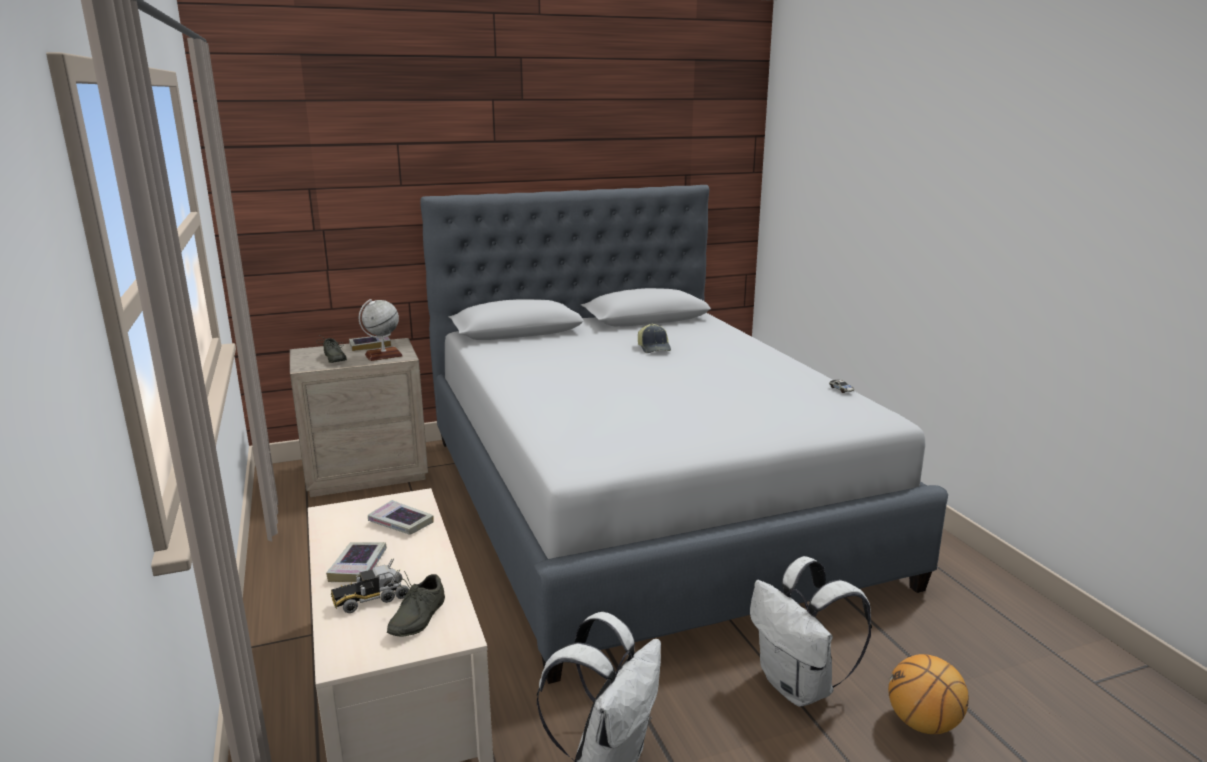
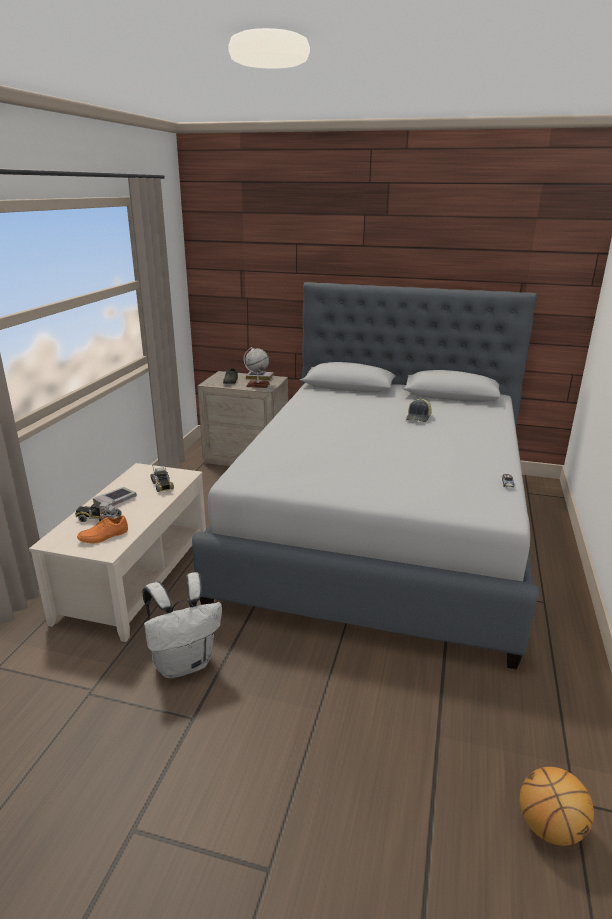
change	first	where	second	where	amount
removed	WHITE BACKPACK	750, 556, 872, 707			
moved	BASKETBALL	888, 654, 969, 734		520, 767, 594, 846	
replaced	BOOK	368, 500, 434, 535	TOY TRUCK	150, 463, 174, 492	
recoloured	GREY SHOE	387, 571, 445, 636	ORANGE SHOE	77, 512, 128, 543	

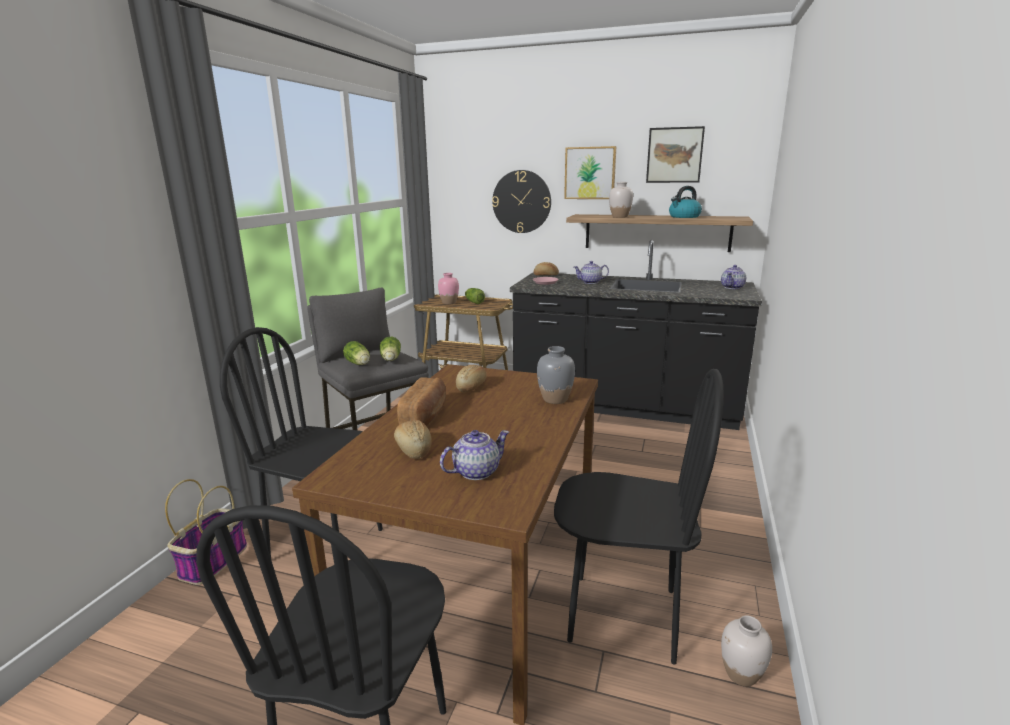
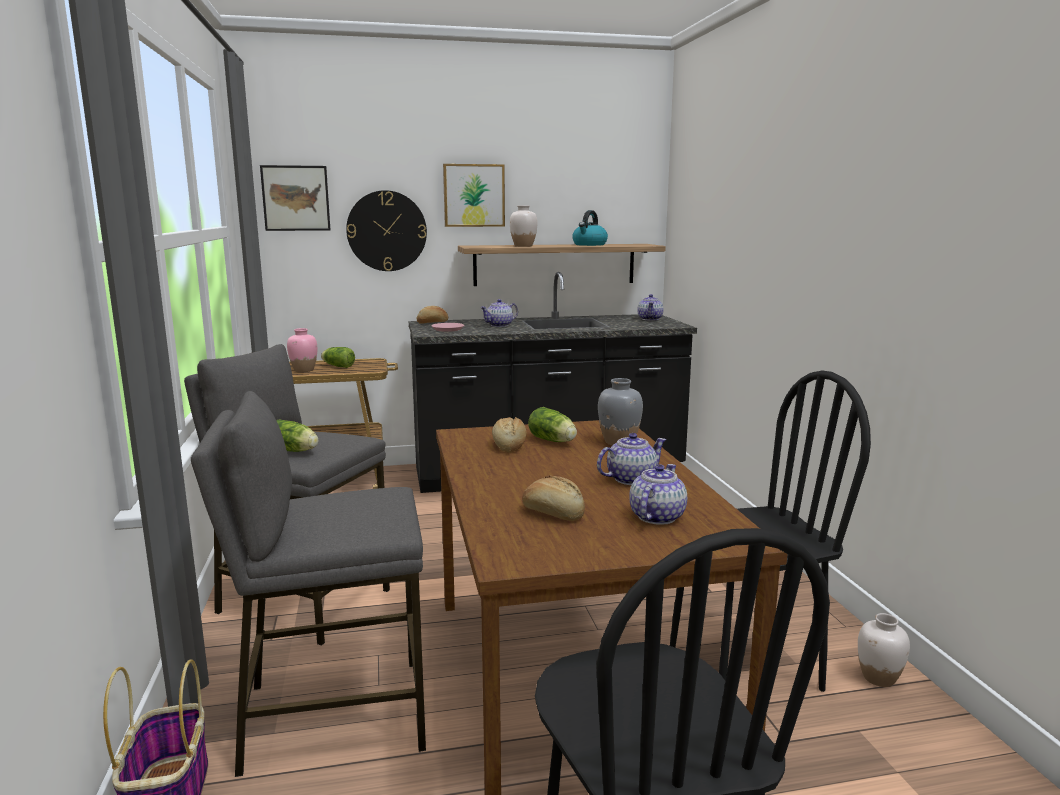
change	first	where	second	where	amount
removed	BREAD	397, 377, 446, 426			
added			TEAPOT	597, 433, 666, 485	
moved	LETTUCE	379, 337, 401, 361		528, 407, 577, 442	
moved	PICTURE	646, 126, 705, 183		260, 165, 330, 231	
replaced	BLACK CHAIR	220, 327, 383, 557	GREY STOOL	191, 391, 426, 777	

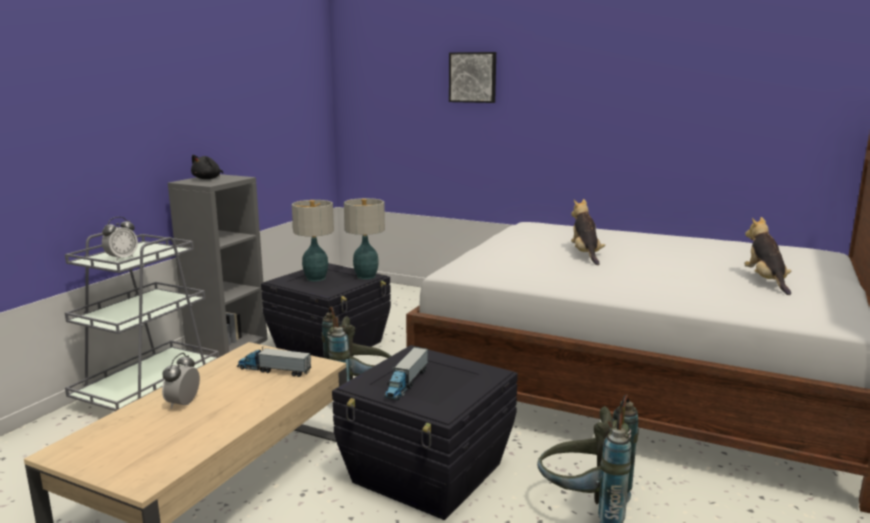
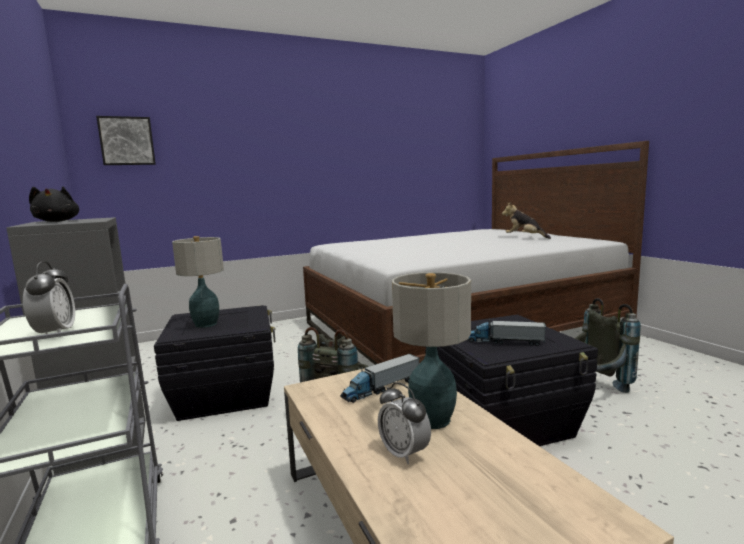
change	first	where	second	where	amount
removed	PLUSH TOY	571, 199, 605, 265			
moved	TABLE LAMP	344, 198, 385, 280		392, 272, 471, 429	
moved	PICTURE	449, 52, 496, 103		96, 116, 156, 165	
turned	TOY TRUCK	384, 347, 428, 400		468, 319, 546, 346	135 degrees clockwise

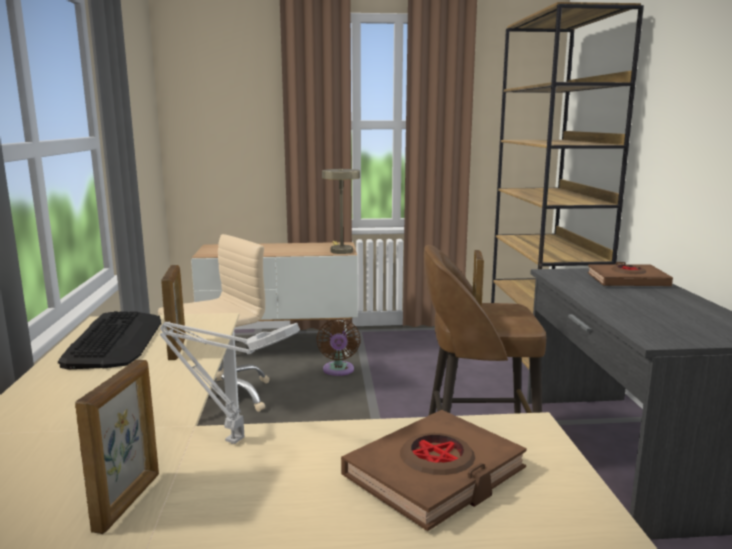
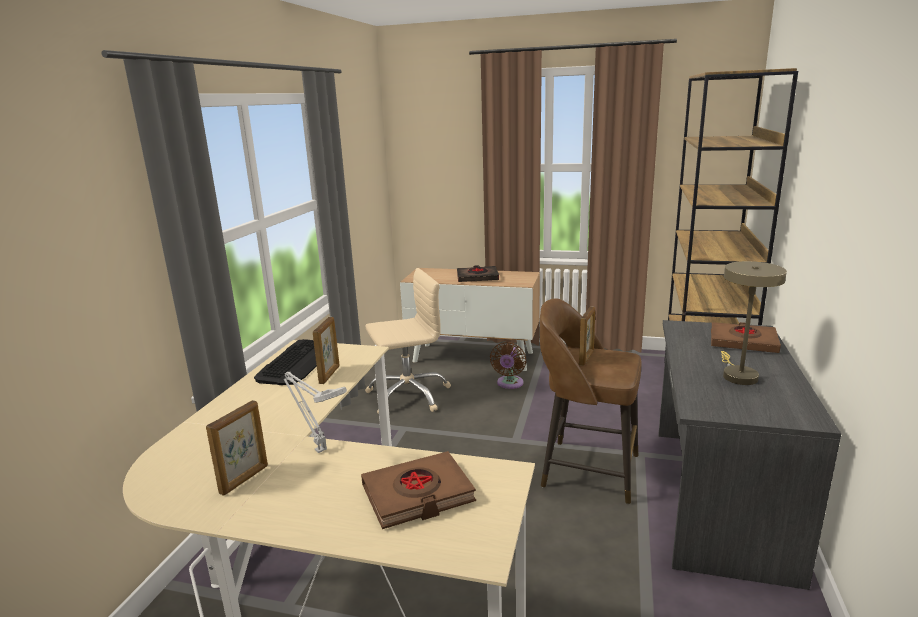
change	first	where	second	where	amount
added			BLACK BOOK	457, 265, 499, 282	
moved	BEIGE TABLE LAMP	322, 169, 360, 254		721, 261, 787, 385	

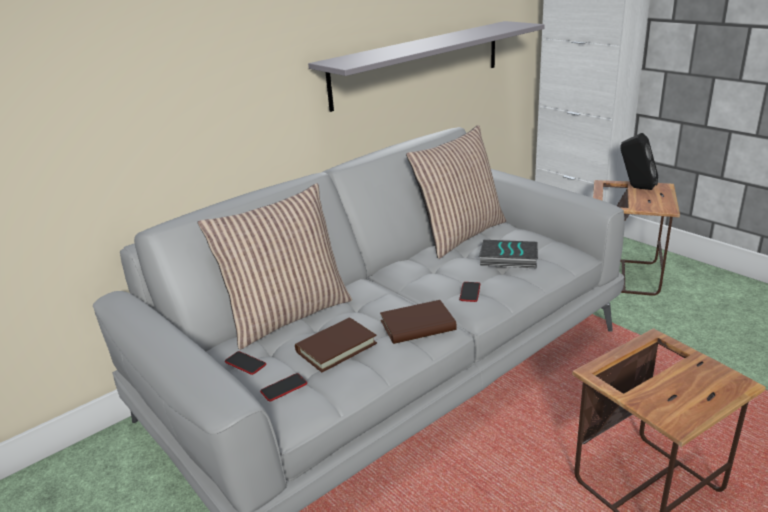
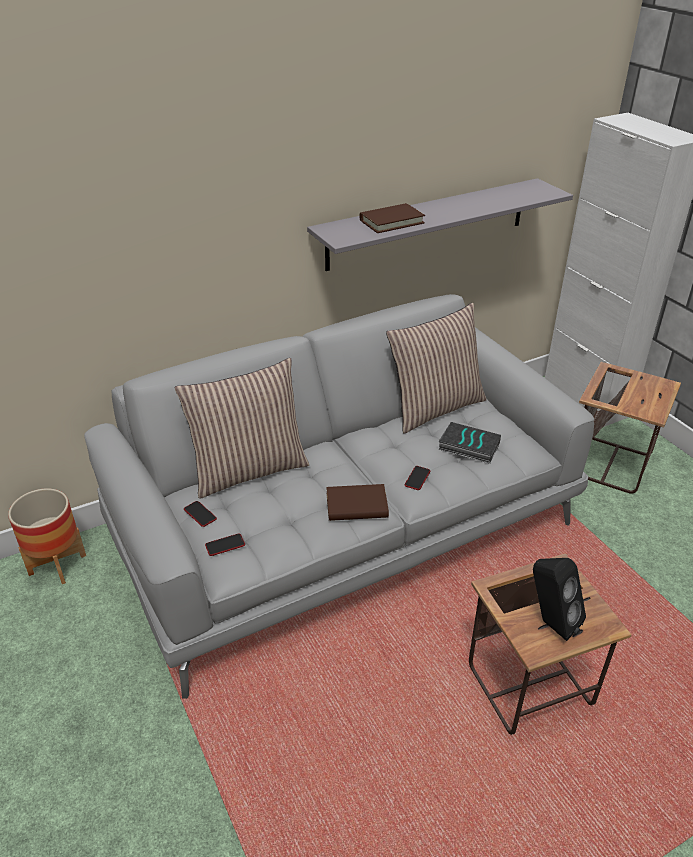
change	first	where	second	where	amount
added			PLANTER	8, 488, 86, 584	
moved	BROWN BOOK	295, 317, 377, 372		359, 203, 425, 233	
moved	BLACK SPEAKER	620, 133, 658, 190		533, 558, 586, 641	

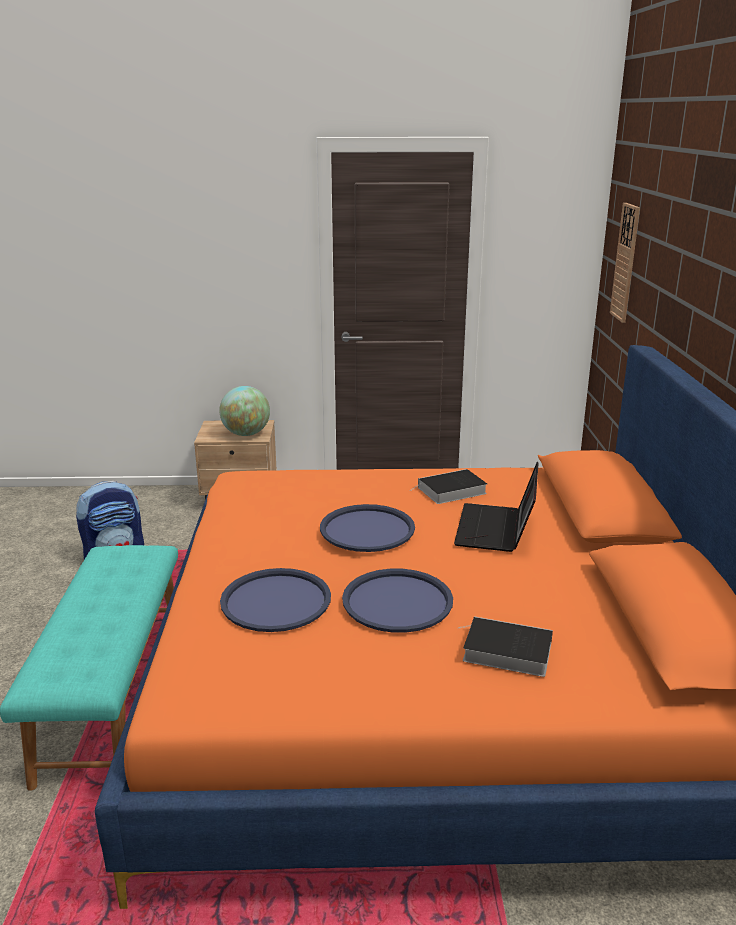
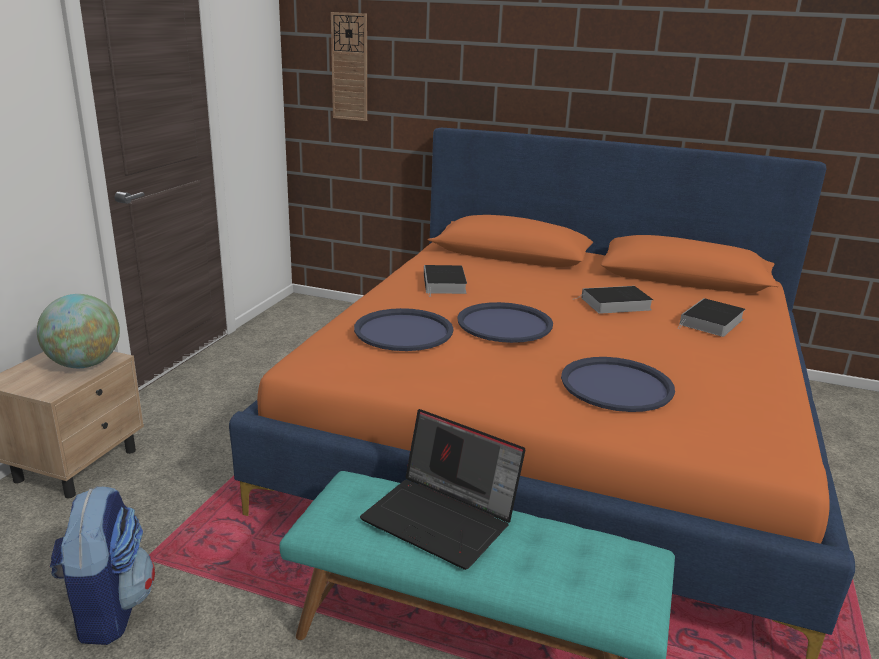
change	first	where	second	where	amount
added			BOOK	572, 286, 653, 314	
moved	BLUE TRAY	342, 569, 453, 633		354, 308, 454, 351	
moved	LAPTOP	454, 462, 539, 552		360, 409, 525, 570	

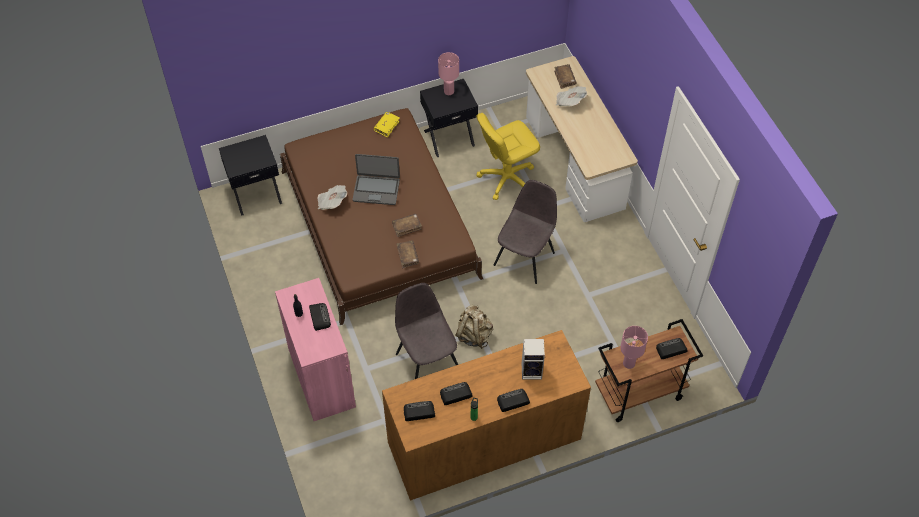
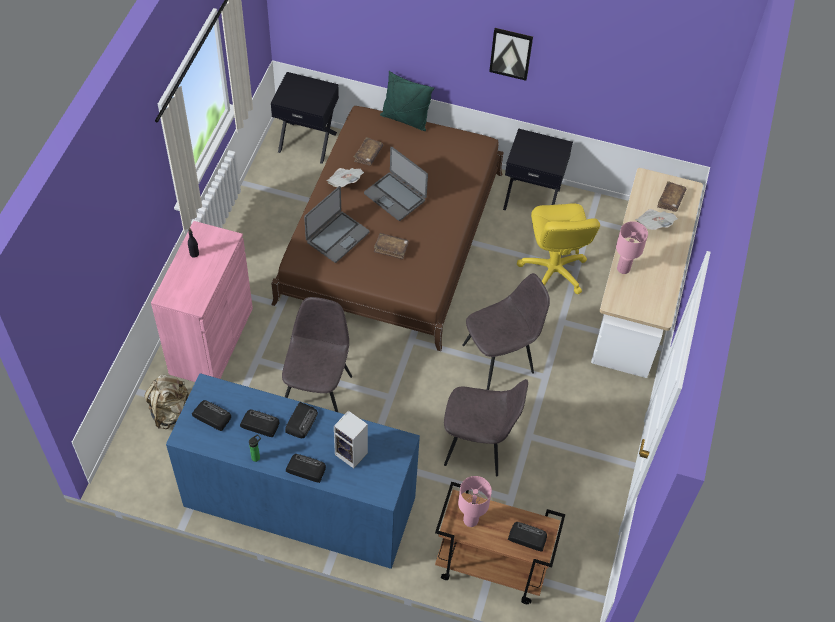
change	first	where	second	where	amount
removed	YELLOW BOOK	374, 112, 400, 138			
added			LAPTOP	304, 186, 370, 263	
added			GREEN PILLOW	380, 71, 434, 131	
added			GREY CHAIR	444, 379, 528, 476	
added			PICTURE	489, 28, 533, 81	
moved	RADIO	309, 303, 331, 331		285, 402, 318, 438	
moved	BROWN BOOK	397, 240, 419, 268		354, 137, 383, 166	
moved	PINK TABLE LAMP	438, 52, 459, 95		616, 221, 648, 274	
moved	BEIGE BACKPACK	455, 305, 493, 349		144, 375, 189, 429	
recoloured	BROWN DRESSER	382, 330, 591, 500	BLUE DRESSER	166, 373, 420, 569	
turned	YELLOW OFFICE CHAIR	476, 113, 540, 200		517, 203, 600, 294	105 degrees counterclockwise

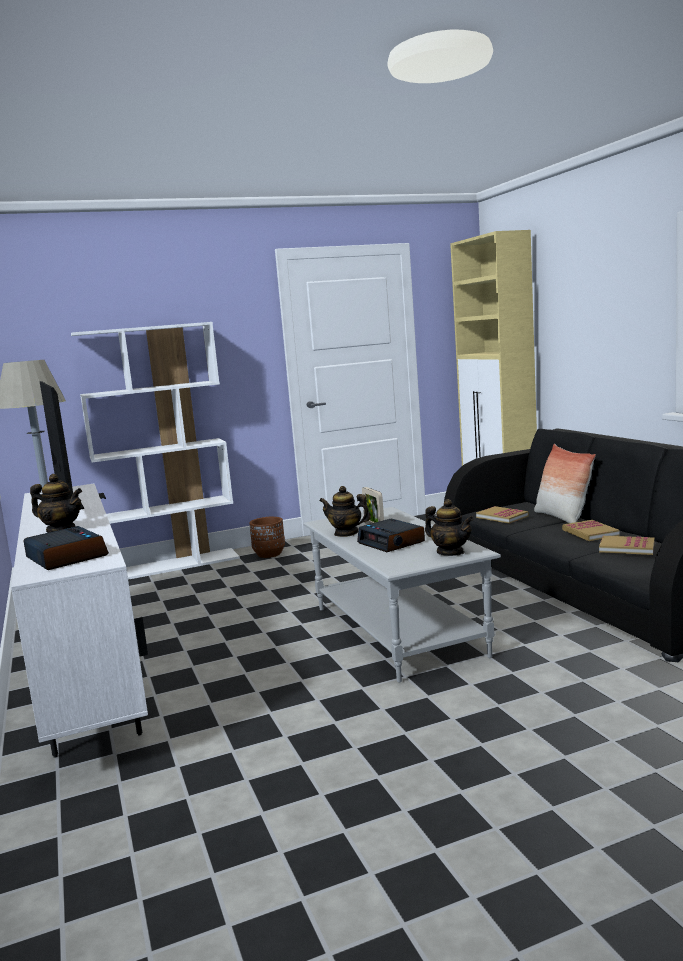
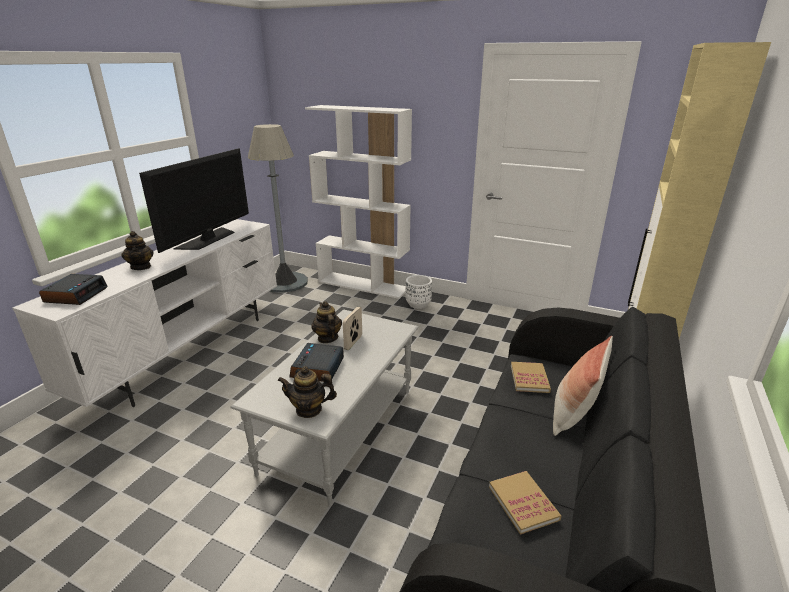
change	first	where	second	where	amount
removed	BOOK	562, 520, 620, 541			
recoloured	BROWN PLANTER	249, 517, 285, 558	WHITE PLANTER	405, 275, 432, 309	
turned	TEAPOT	425, 499, 474, 556		278, 366, 337, 418	90 degrees clockwise

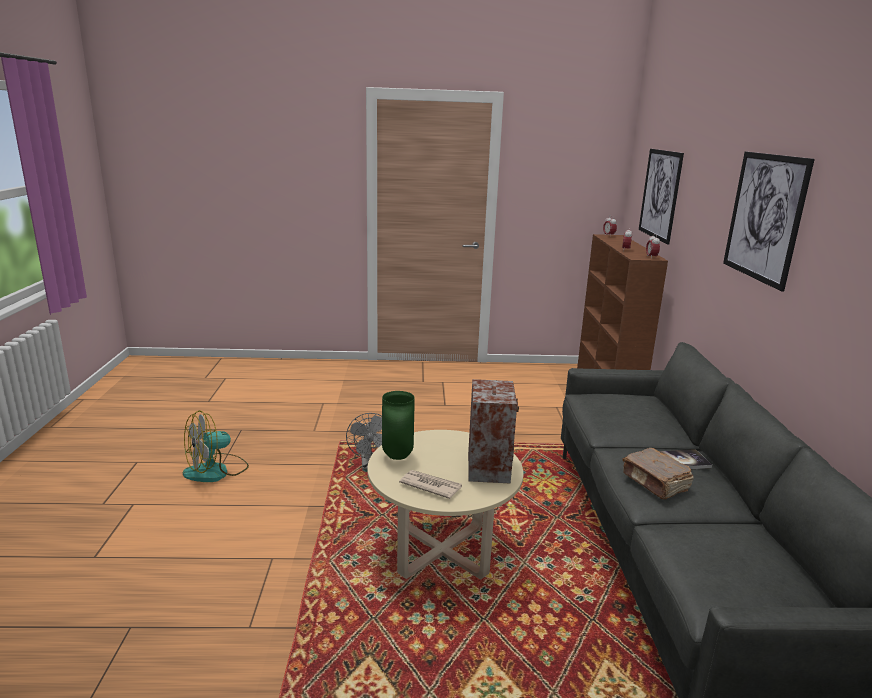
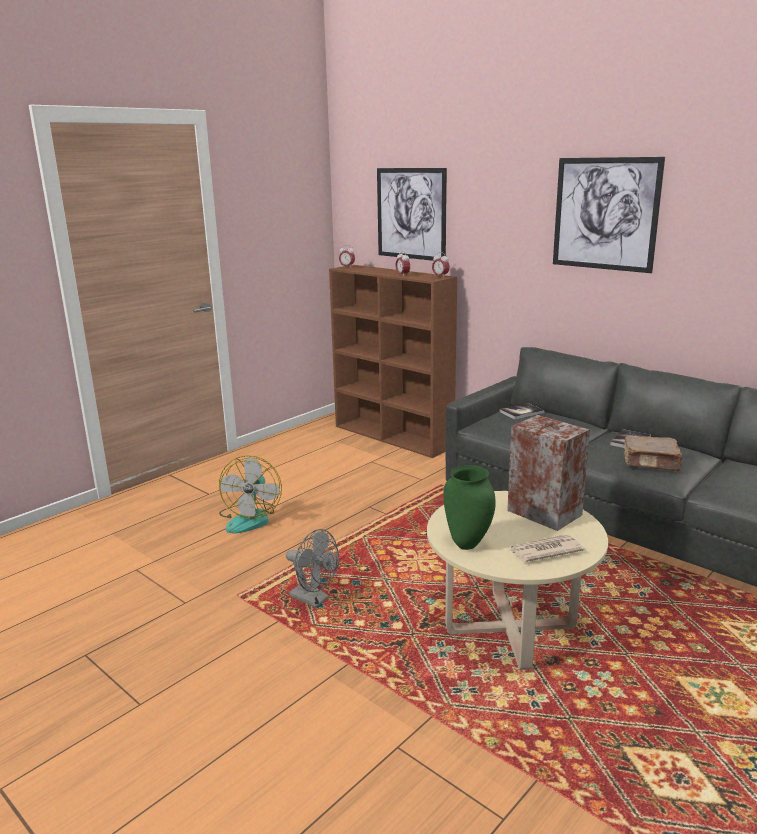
change	first	where	second	where	amount
added			BOOK	499, 403, 544, 420	
moved	FAN	183, 410, 249, 482		219, 455, 282, 533	

